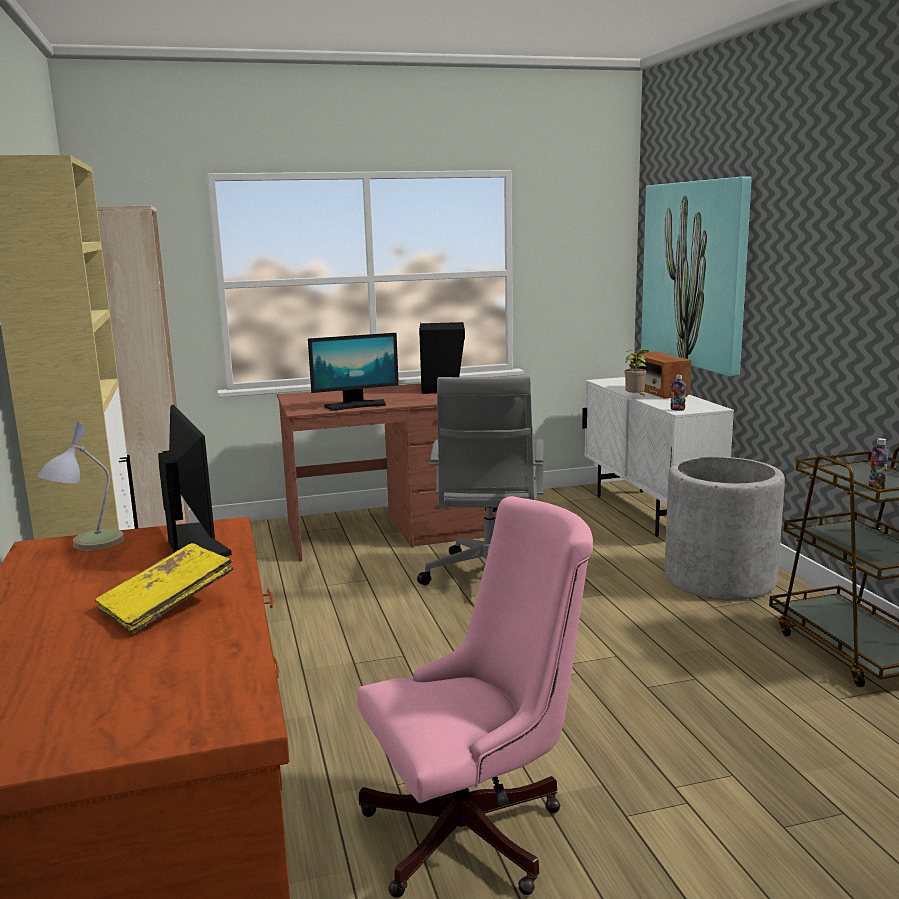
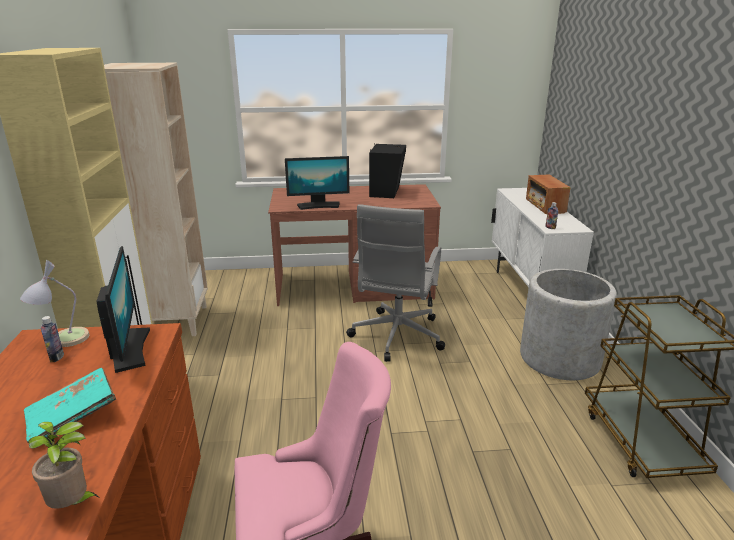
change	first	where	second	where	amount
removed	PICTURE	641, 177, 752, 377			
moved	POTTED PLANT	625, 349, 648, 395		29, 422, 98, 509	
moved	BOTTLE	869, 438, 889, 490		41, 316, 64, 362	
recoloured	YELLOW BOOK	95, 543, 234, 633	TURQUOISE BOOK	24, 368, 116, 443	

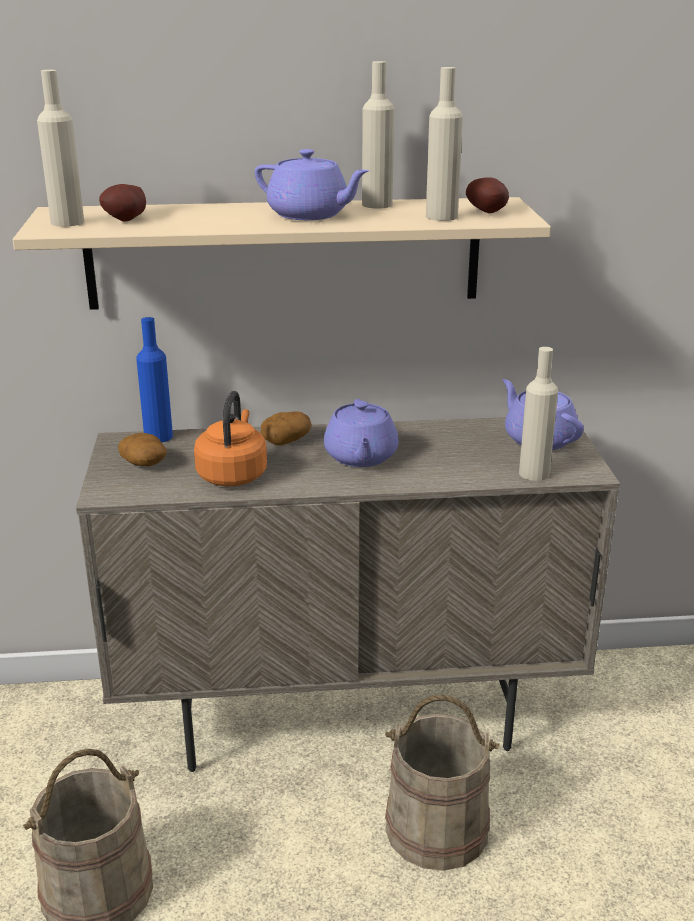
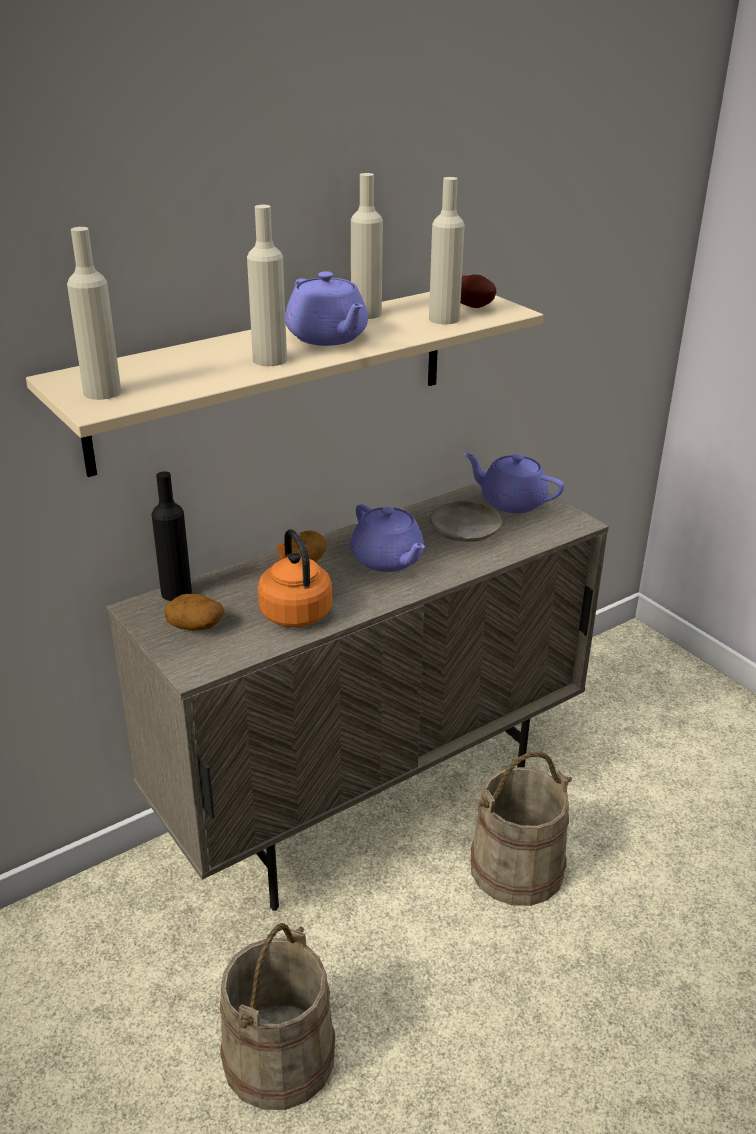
change	first	where	second	where	amount
removed	POTATO	99, 184, 146, 221			
added			BEIGE PLATE	430, 501, 502, 542	
moved	BEIGE BOTTLE	519, 347, 558, 481		247, 205, 287, 366	
recoloured	BLUE BOTTLE	136, 317, 173, 443	BLACK BOTTLE	151, 471, 192, 601	
turned	PURPLE TEAPOT	255, 149, 370, 220		285, 271, 368, 346	60 degrees clockwise

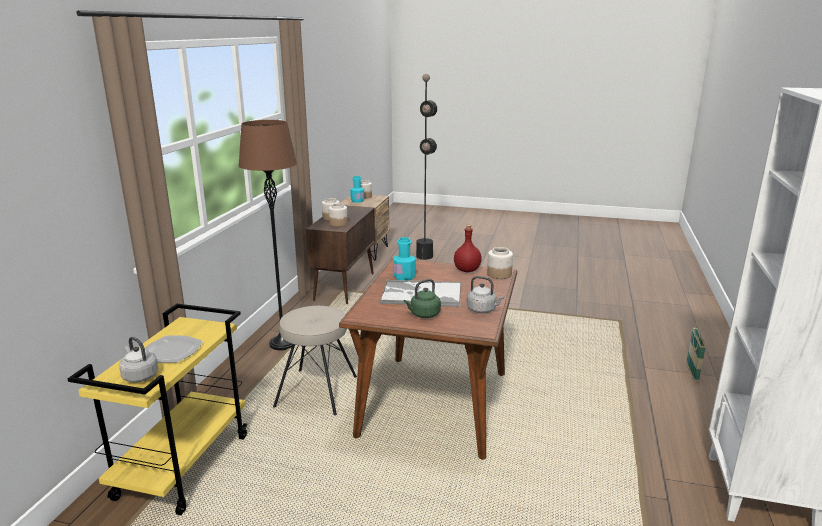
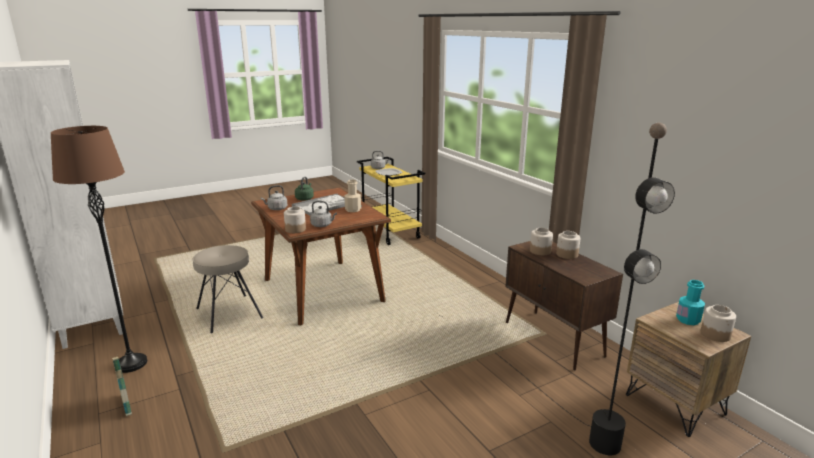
change	first	where	second	where	amount
moved	BROWN FLOOR LAMP	239, 120, 297, 350		51, 126, 147, 373	
moved	BEIGE STOOL	273, 306, 357, 415		193, 245, 263, 333	
replaced	RED BOTTLE	454, 225, 482, 272	GREY KETTLE	310, 201, 337, 227	
recoloured	TURQUOISE BOTTLE	393, 237, 416, 281	BEIGE BOTTLE	344, 180, 361, 212	

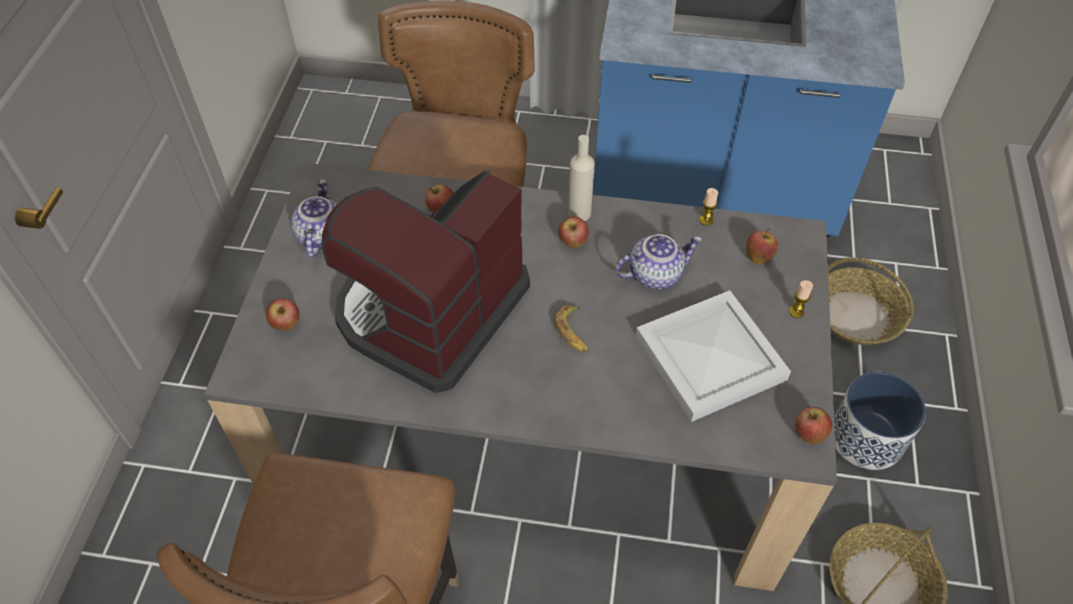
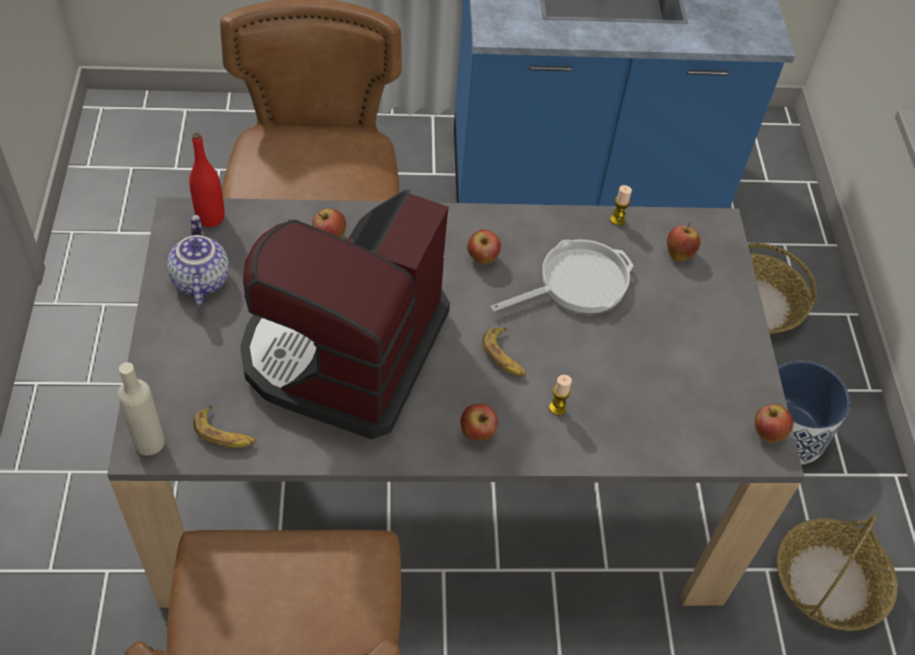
change	first	where	second	where	amount
removed	WHITE TRAY	635, 290, 791, 422			
added			RED BOTTLE	189, 133, 225, 227	
added			BANANA	193, 406, 256, 448	
moved	APPLE	266, 298, 300, 331		460, 404, 498, 441	
moved	BEIGE BOTTLE	568, 135, 595, 221		117, 362, 165, 456	
moved	CANDLE	789, 280, 813, 318		549, 375, 572, 416	
replaced	TEAPOT	615, 234, 702, 289	FRYING PAN	490, 239, 634, 313	

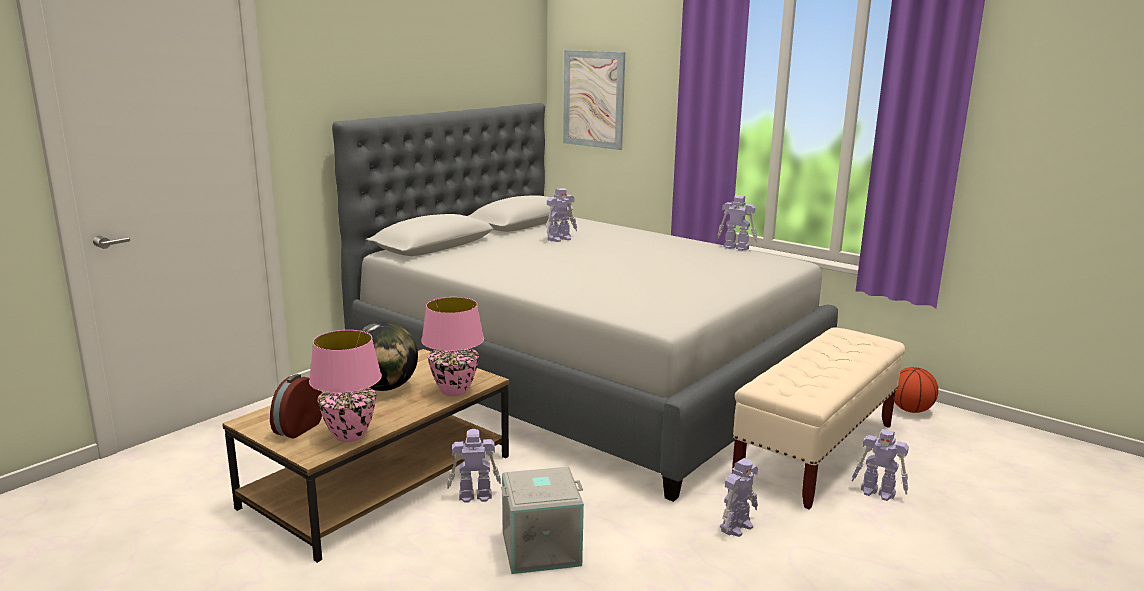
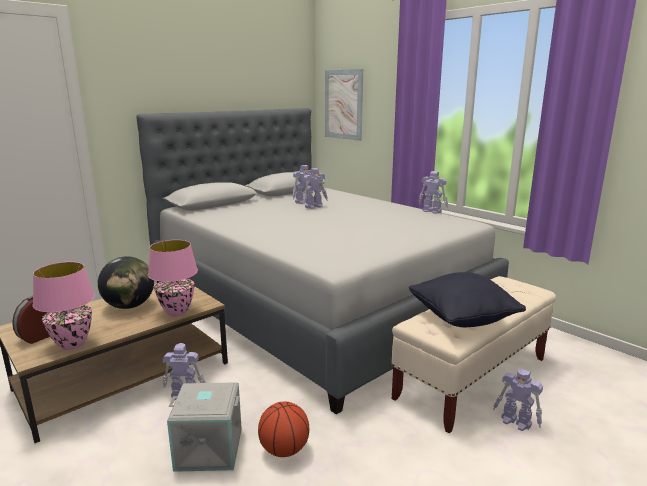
change	first	where	second	where	amount
added			BLACK PILLOW	409, 272, 526, 327	
moved	TOY ROBOT	720, 458, 758, 537		303, 168, 328, 209	
moved	BASKETBALL	894, 367, 938, 413		258, 402, 309, 457	

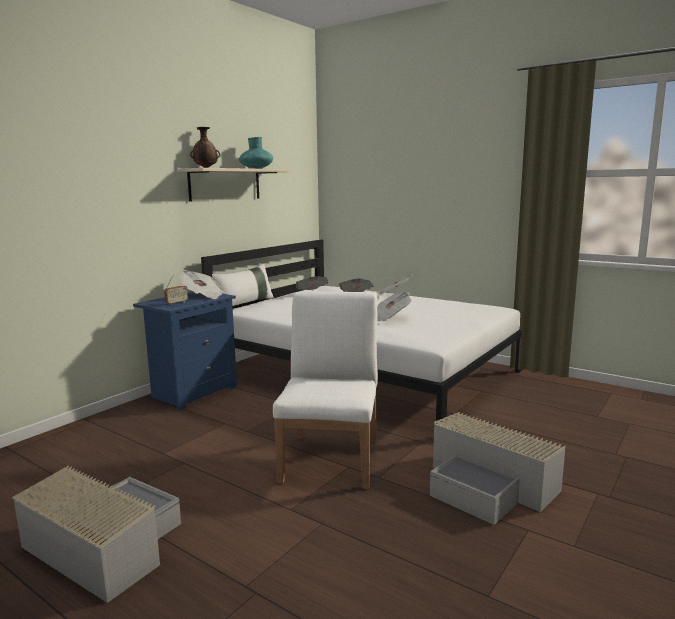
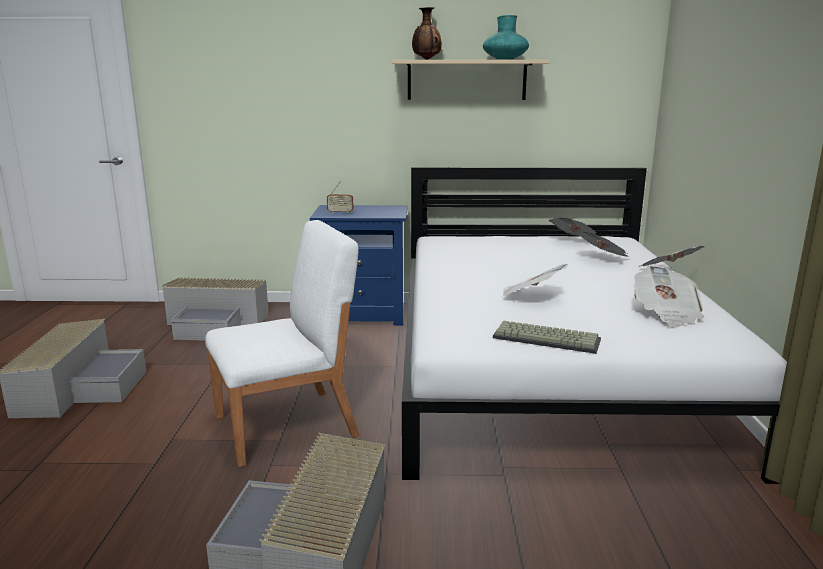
change	first	where	second	where	amount
removed	WHITE PILLOW	212, 263, 274, 307			
added			GREY STORAGE BOX	162, 277, 269, 341	
added			KEYBOARD	493, 320, 601, 354	
moved	NEWSPAPER	179, 270, 224, 299		634, 265, 704, 328	

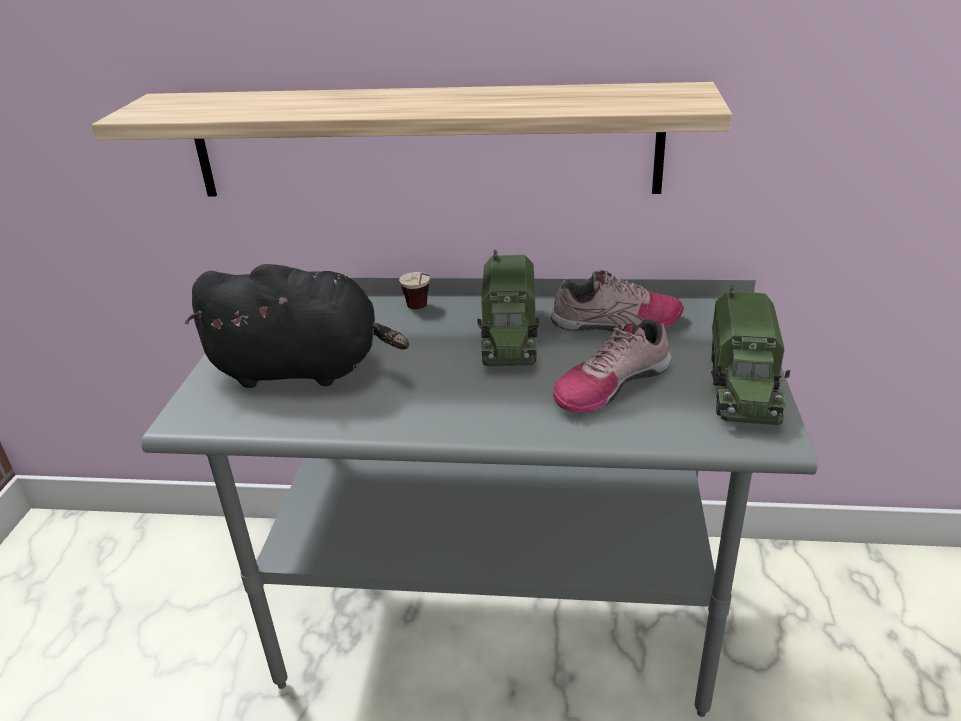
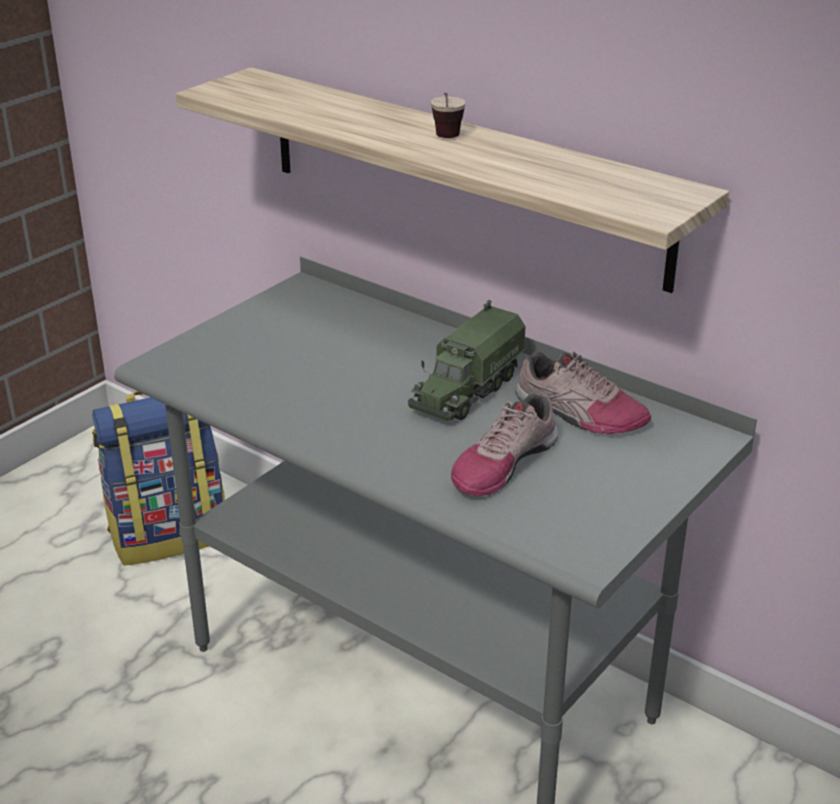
change	first	where	second	where	amount
removed	BLACK PLUSH TOY	185, 264, 409, 388			
removed	TOY TRUCK	711, 285, 790, 425			
added			BACKPACK	92, 391, 225, 566	
moved	CUP	399, 272, 430, 309		431, 92, 466, 138	
turned	SHOE	553, 319, 672, 412		451, 393, 558, 496	45 degrees counterclockwise

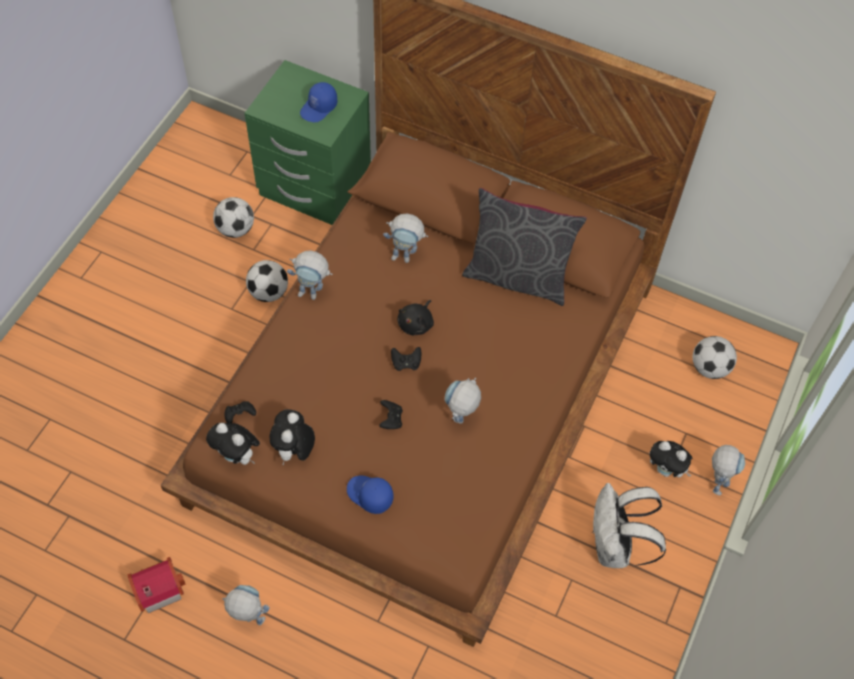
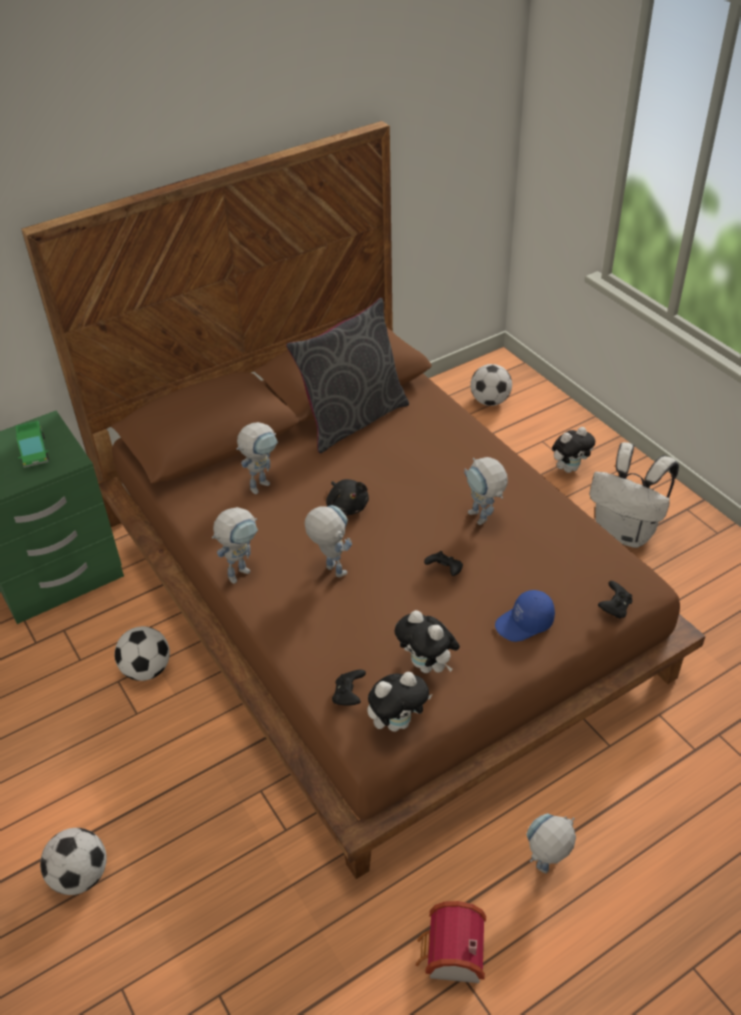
change	first	where	second	where	amount
moved	FOOTBALL	213, 197, 254, 238		40, 828, 107, 895	
moved	BLACK GAME CONTROLLER	391, 347, 421, 371		598, 581, 633, 619	
moved	TOY ROBOT	712, 445, 745, 496		304, 505, 352, 577	
replaced	BLUE CAP	300, 82, 337, 122	TOY TRUCK	15, 421, 49, 468	

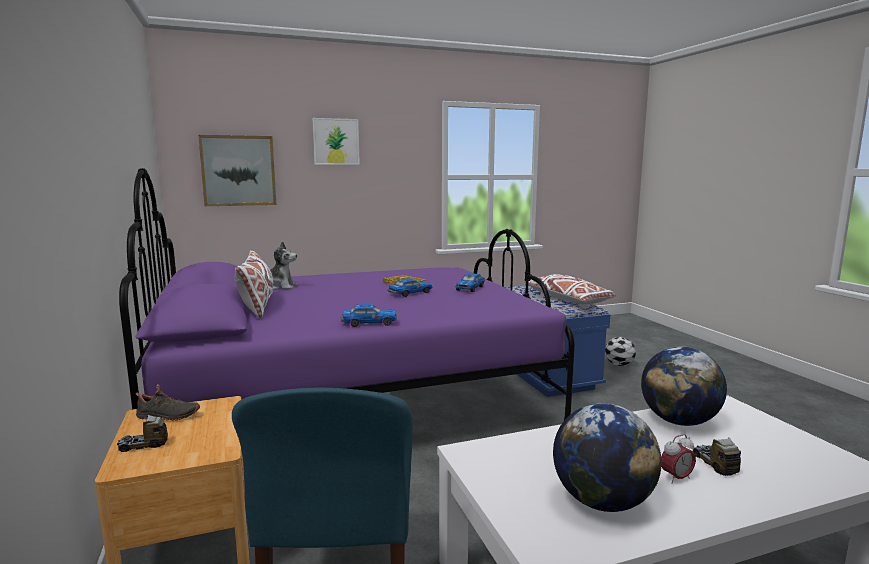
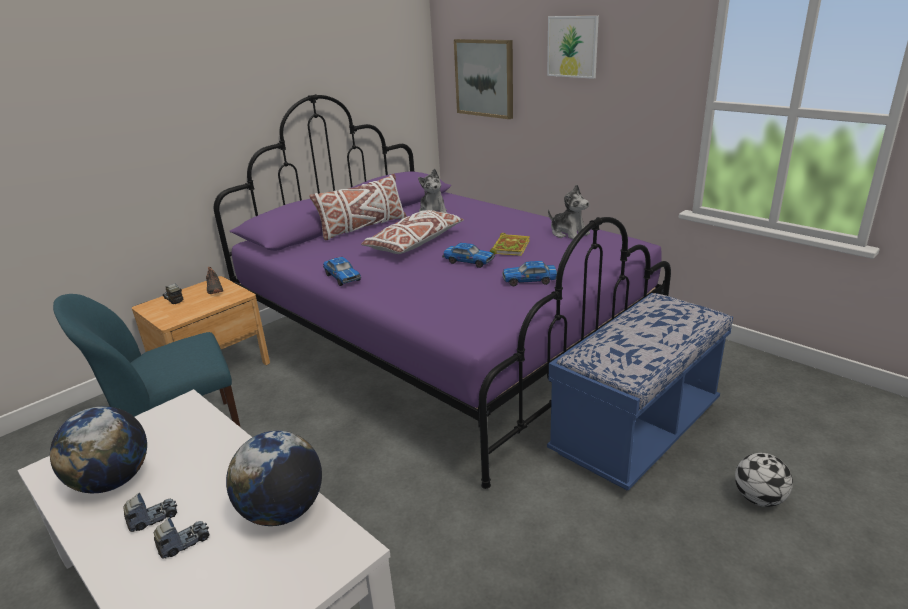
change	first	where	second	where	amount
added			PLUSH TOY	548, 185, 590, 239	
moved	WHITE PILLOW	524, 274, 616, 305		361, 210, 464, 254	
replaced	ALARM CLOCK	661, 434, 696, 484	TOY TRUCK	123, 493, 177, 532	

